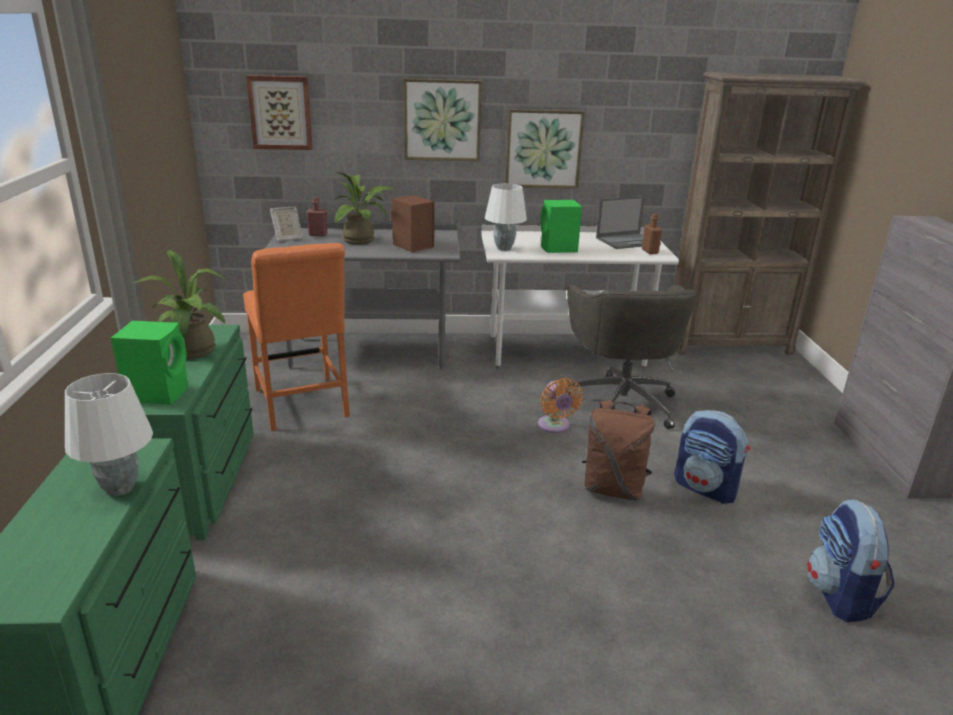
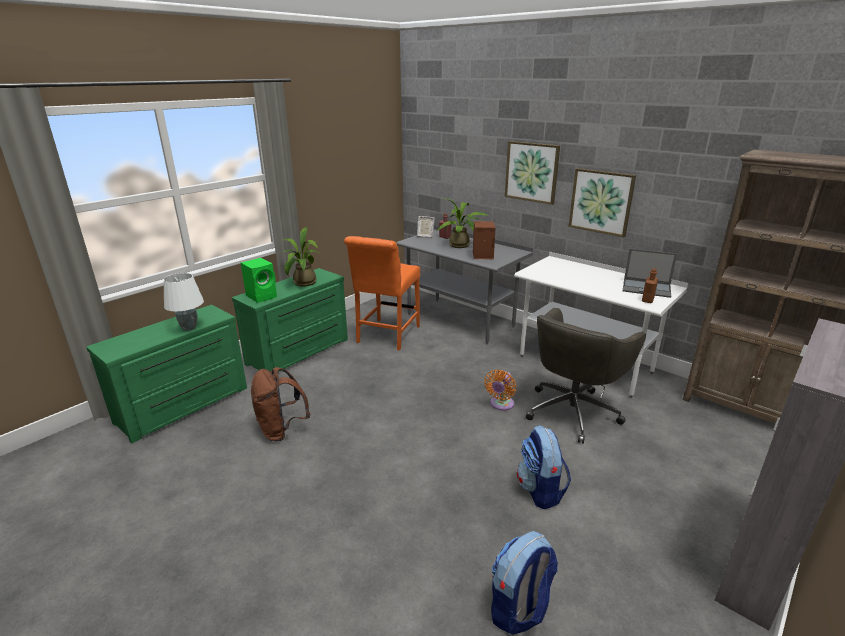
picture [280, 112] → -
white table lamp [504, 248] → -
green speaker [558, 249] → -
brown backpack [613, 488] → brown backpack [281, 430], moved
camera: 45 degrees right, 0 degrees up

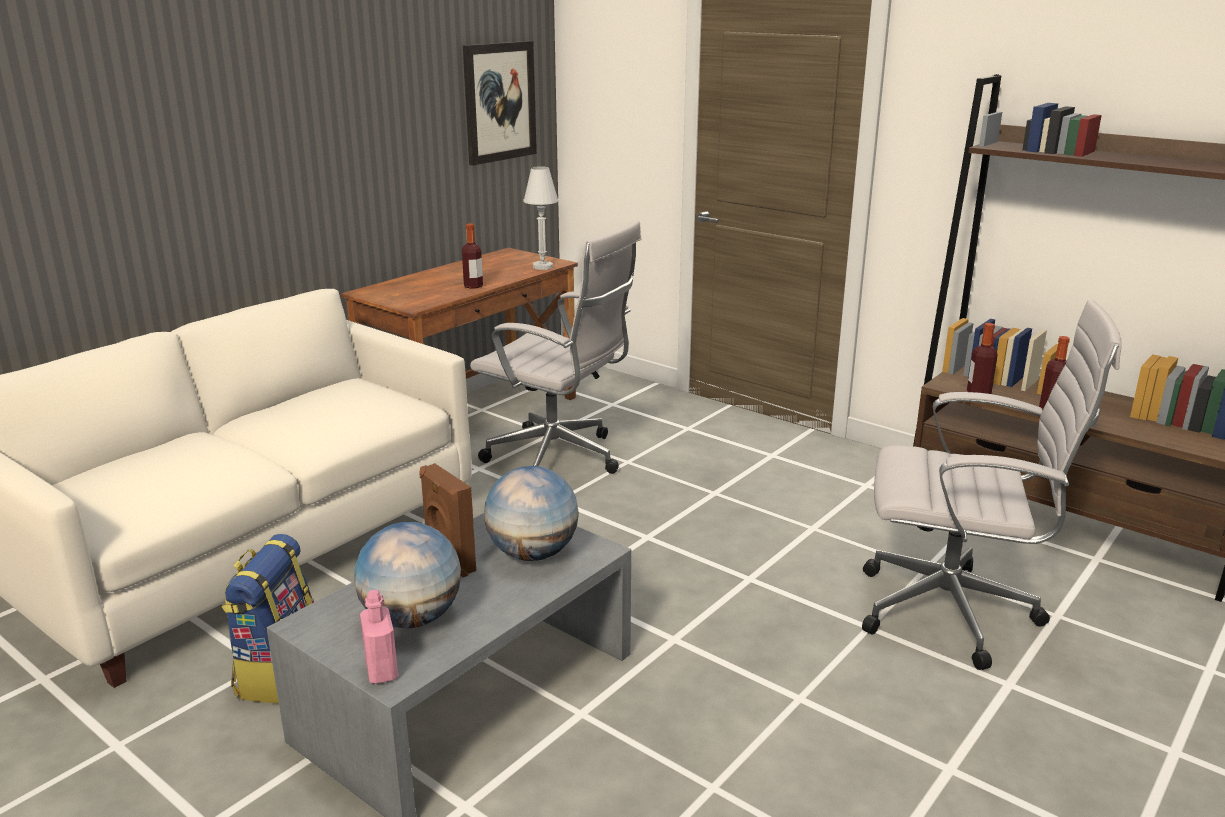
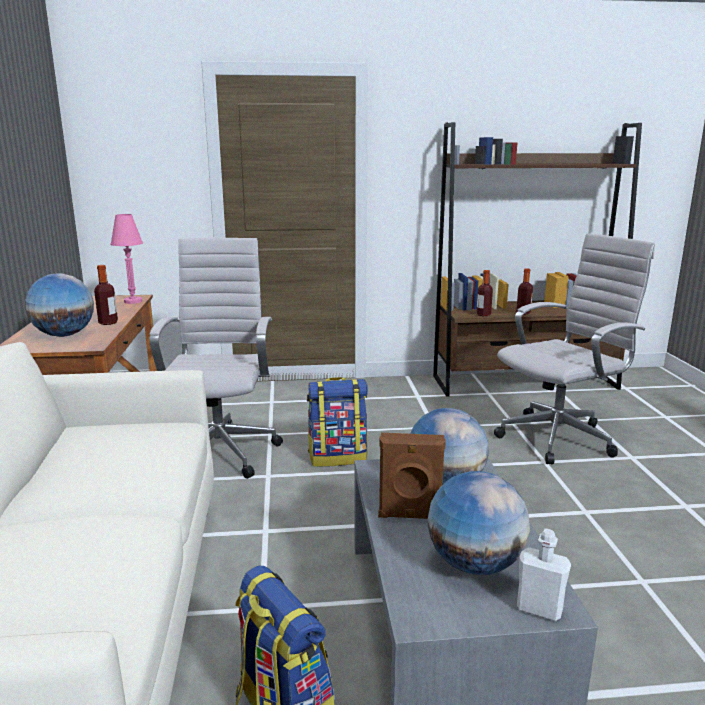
pink bottle [382, 671] → white bottle [539, 609]
picture [499, 102] → -
white office chair [559, 459] → white office chair [221, 450], 75 degrees counterclockwise
white table lamp [542, 267] → pink table lamp [133, 301]
- → globe [64, 335]
- → backpack [338, 457]
camera: 45 degrees left, 5 degrees down

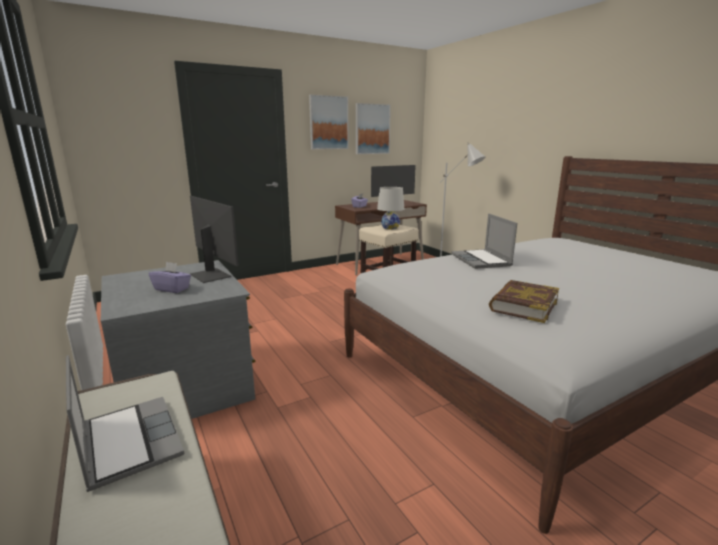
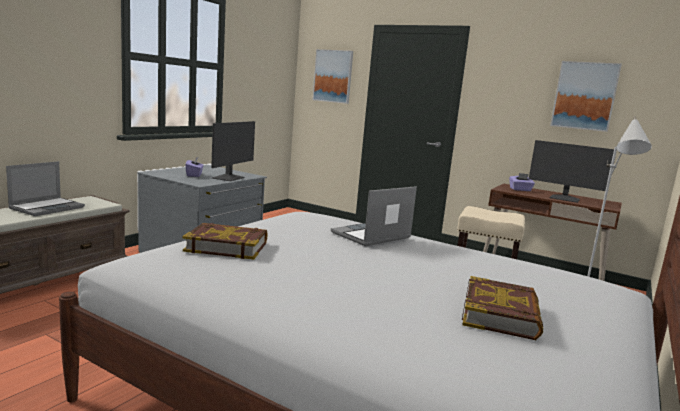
picture [328, 122] → picture [333, 76], moved
white table lamp [390, 228] → -
- → book [501, 314]
camera: 60 degrees right, 5 degrees down

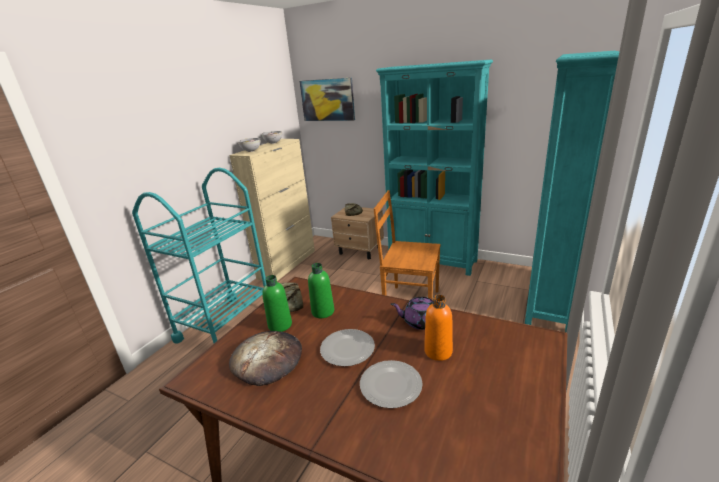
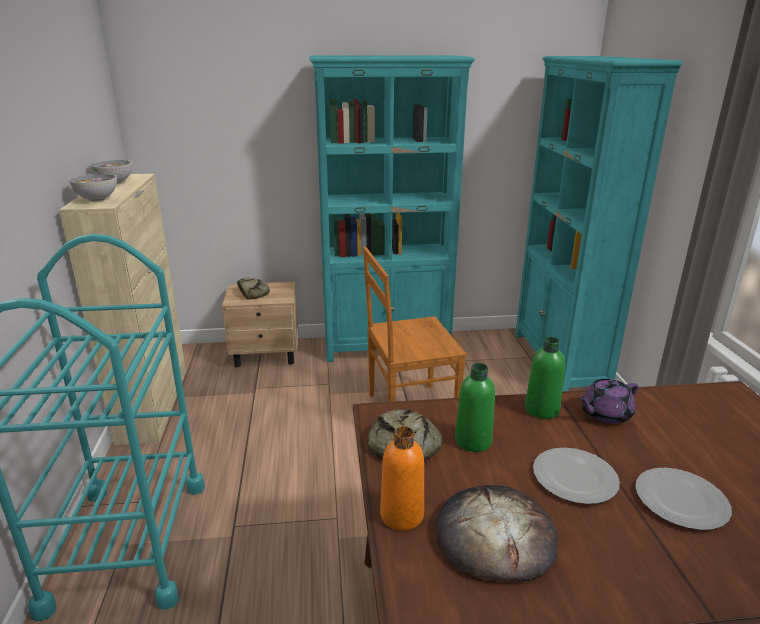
green bottle [280, 325] → green bottle [541, 410], moved
picture [327, 100] → -
orange bottle [438, 351] → orange bottle [402, 515], moved
camera: 35 degrees left, 0 degrees up

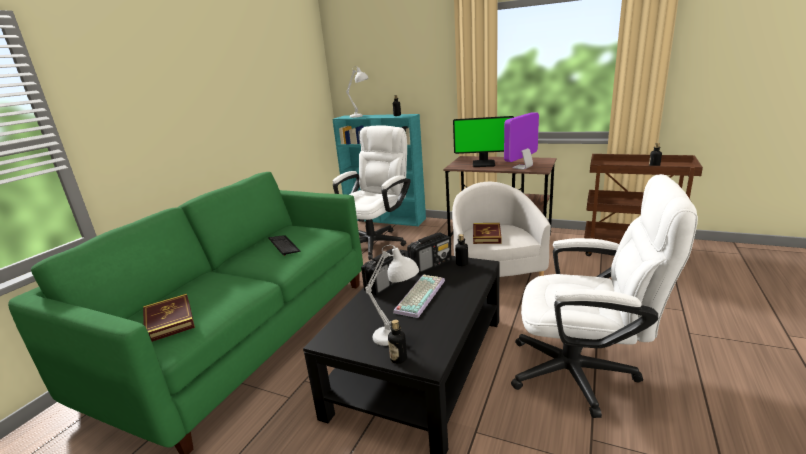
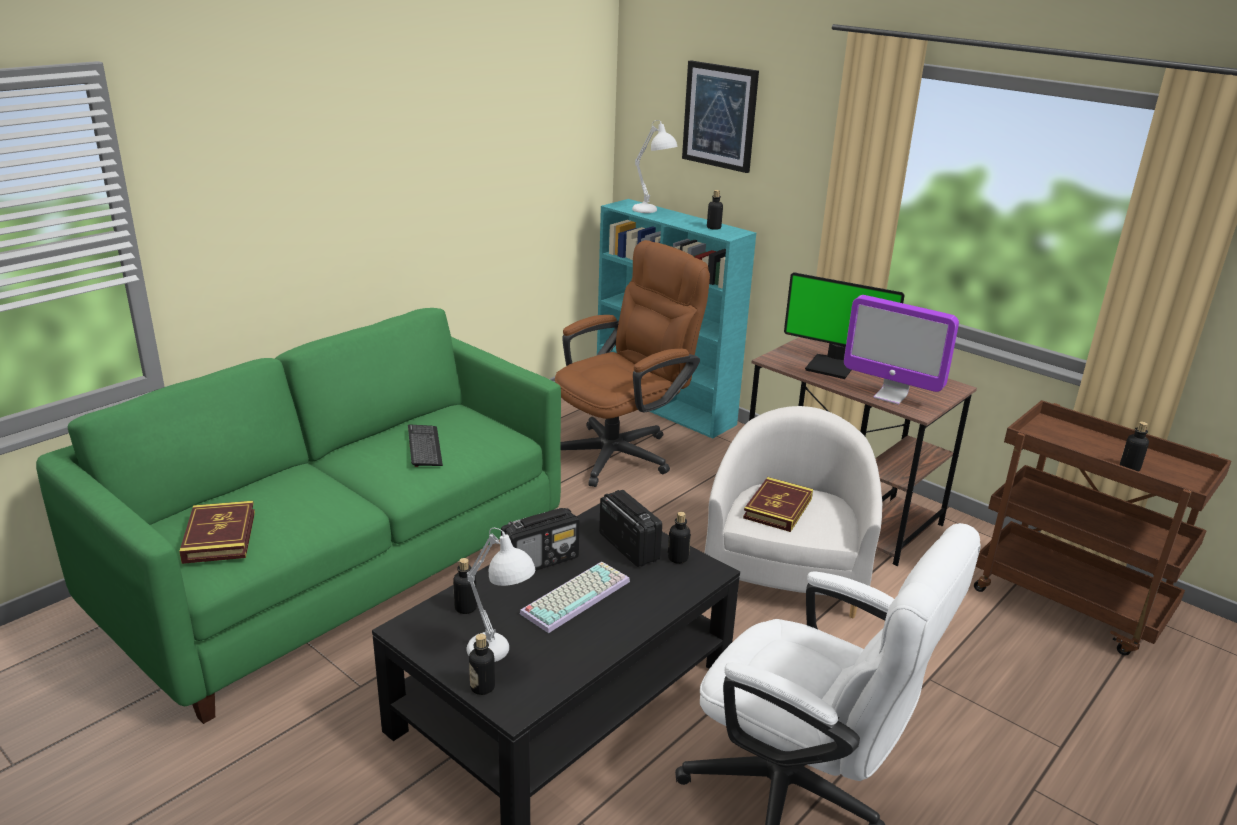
white office chair [376, 241] → brown office chair [622, 451]
radio [431, 265] → radio [628, 546], 105 degrees counterclockwise
monitor [522, 167] → monitor [890, 396], 120 degrees counterclockwise
- → bottle [465, 608]
- → picture [720, 116]
camera: 15 degrees right, 5 degrees up

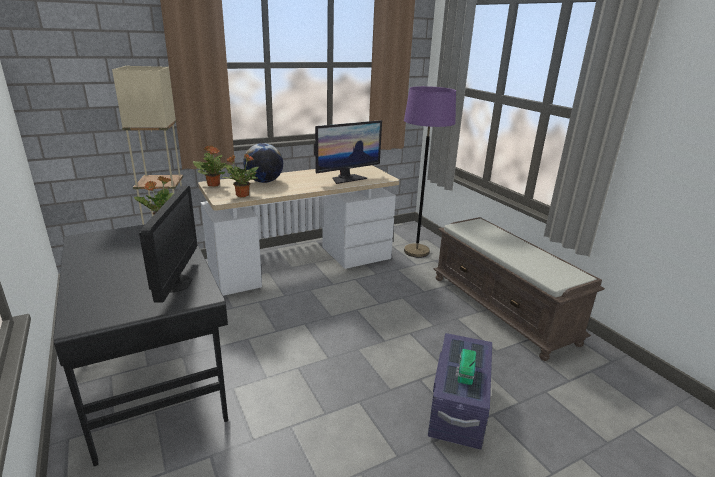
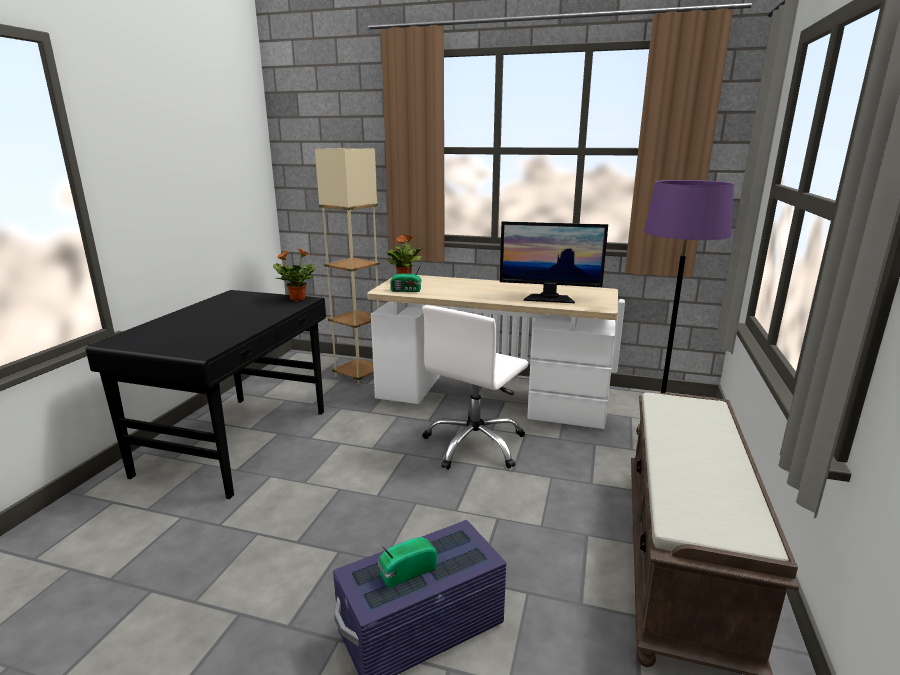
monitor [176, 283] → -
potted plant [242, 195] → radio [407, 290]
globe [264, 181] → -
- → white office chair [475, 445]
camera: 45 degrees right, 5 degrees down

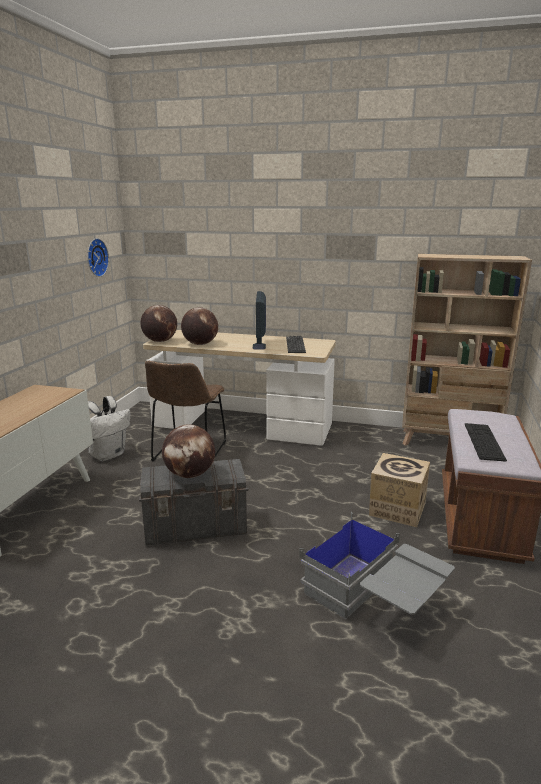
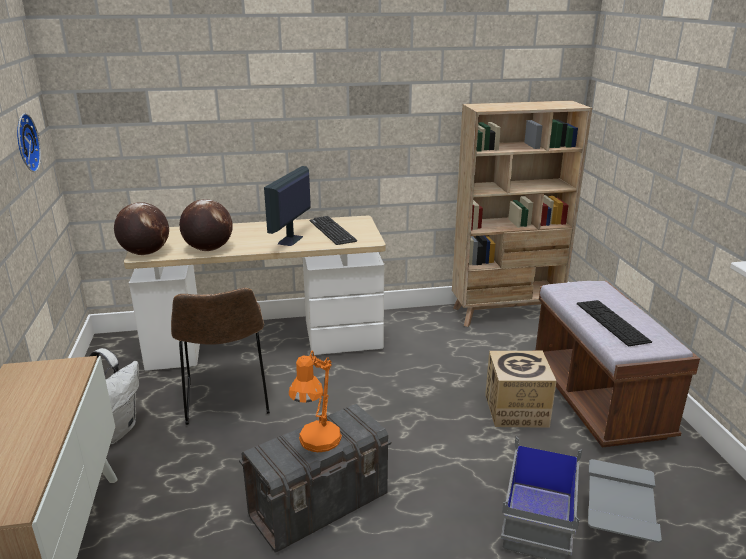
globe [190, 475] → orange table lamp [317, 444]
monitor [259, 346] → monitor [290, 240], 45 degrees clockwise
camera: 25 degrees left, 5 degrees up

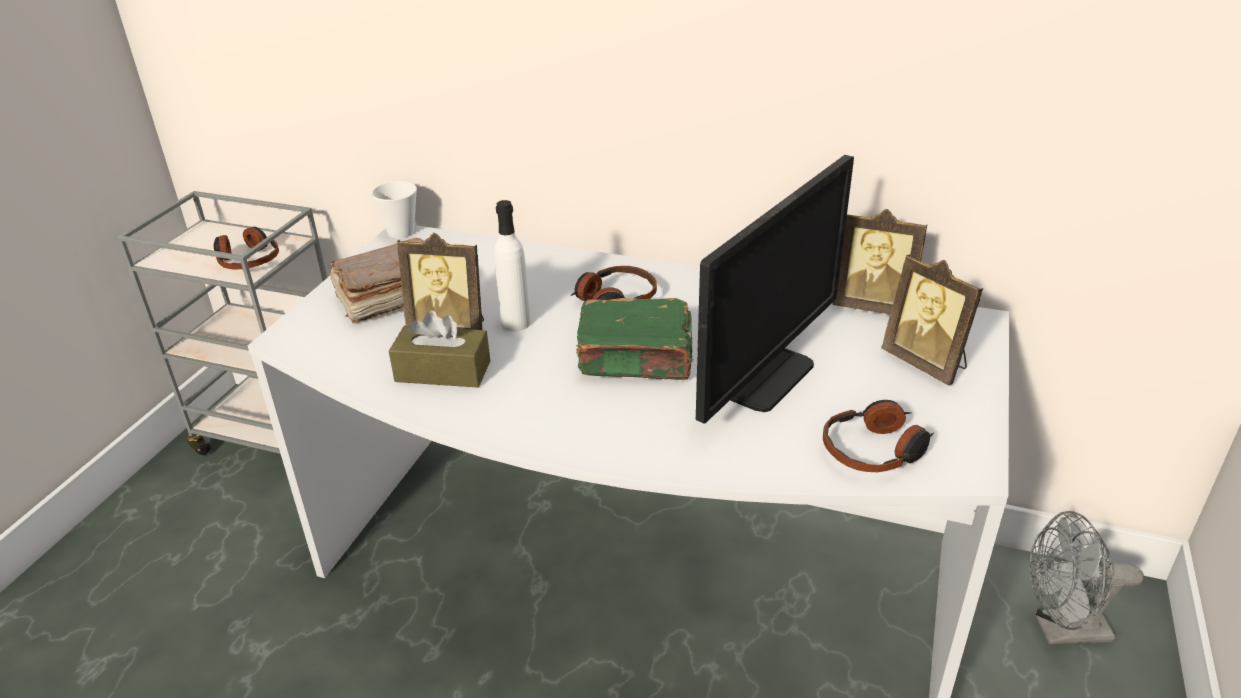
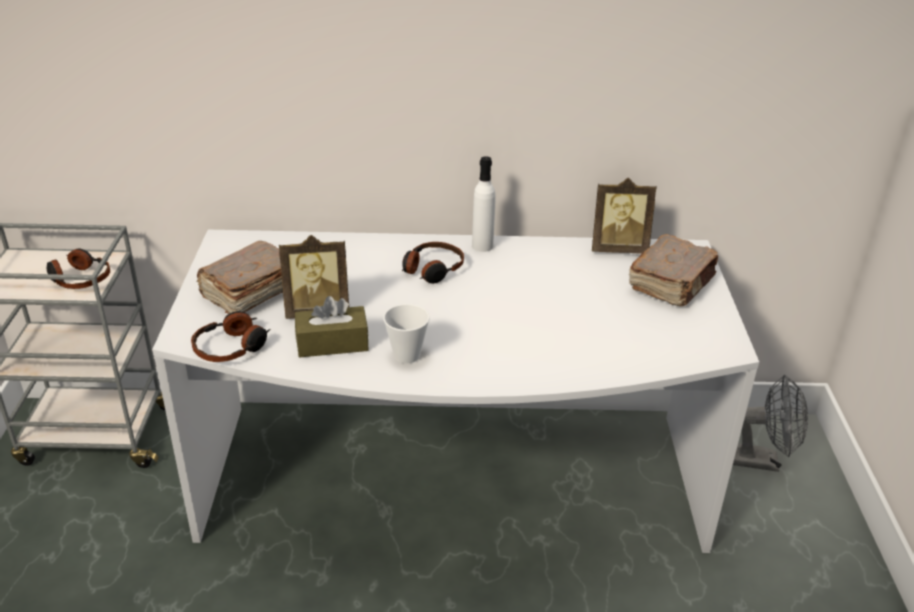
cup [401, 232] → cup [407, 355], moved
white bottle [516, 323] → white bottle [482, 246], moved
green book [637, 358] → -
monitor [762, 376] → -
headphones [875, 450] → headphones [232, 347], moved
picture frame [926, 363] → brown book [672, 284]
grey fan [1061, 630] → grey fan [762, 460], 150 degrees counterclockwise
camera: 20 degrees left, 0 degrees up

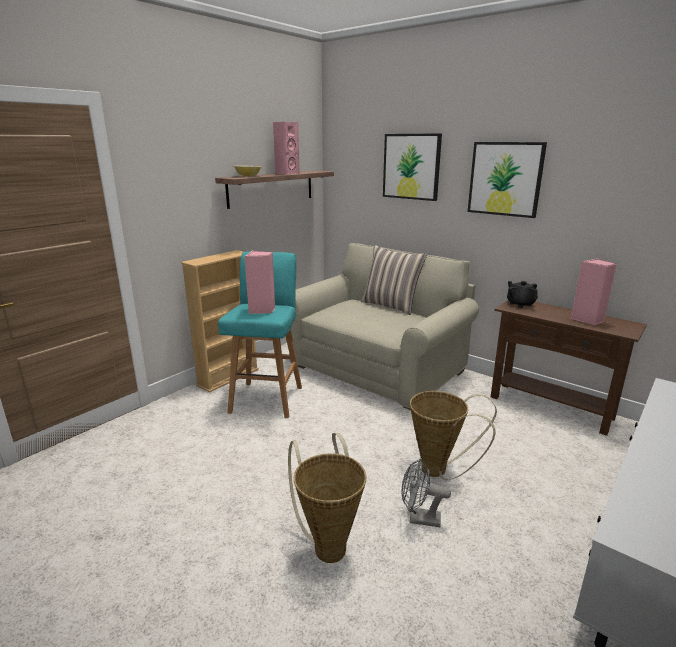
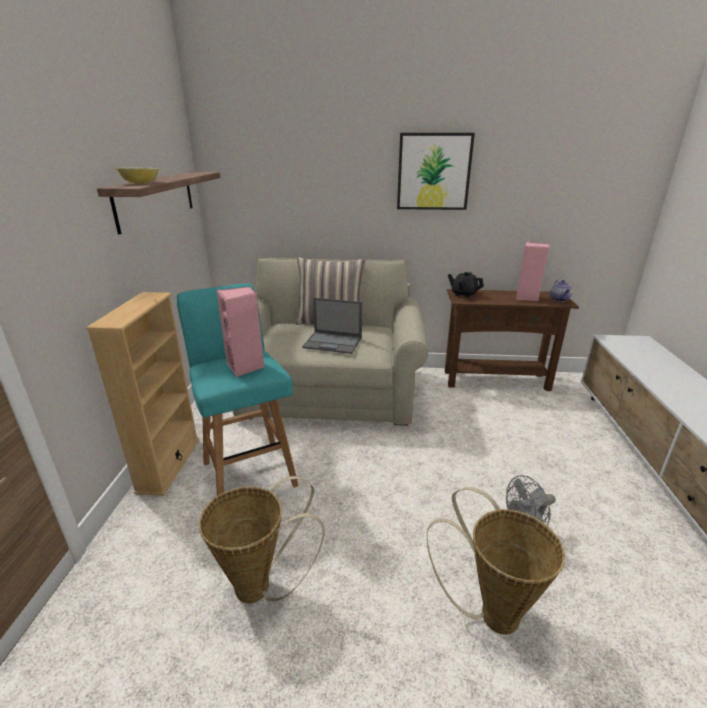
pink speaker [286, 173] → -
picture [411, 166] → -
basket [440, 471] → basket [262, 587], moved
- → laptop [333, 343]
- → teapot [560, 299]
camera: 35 degrees left, 5 degrees up

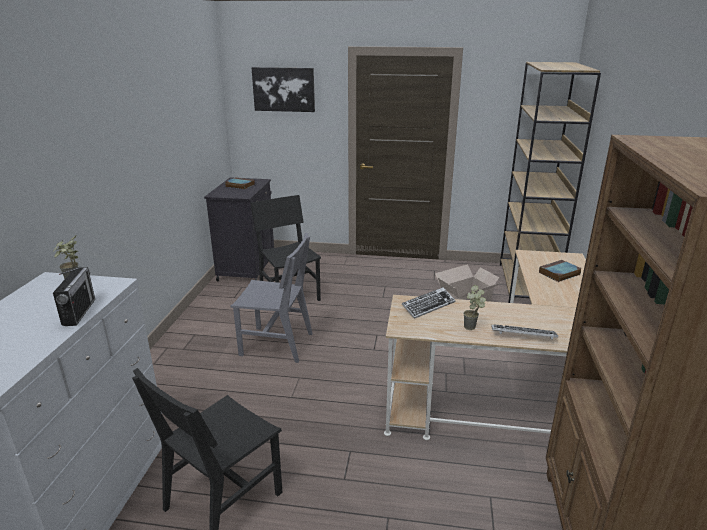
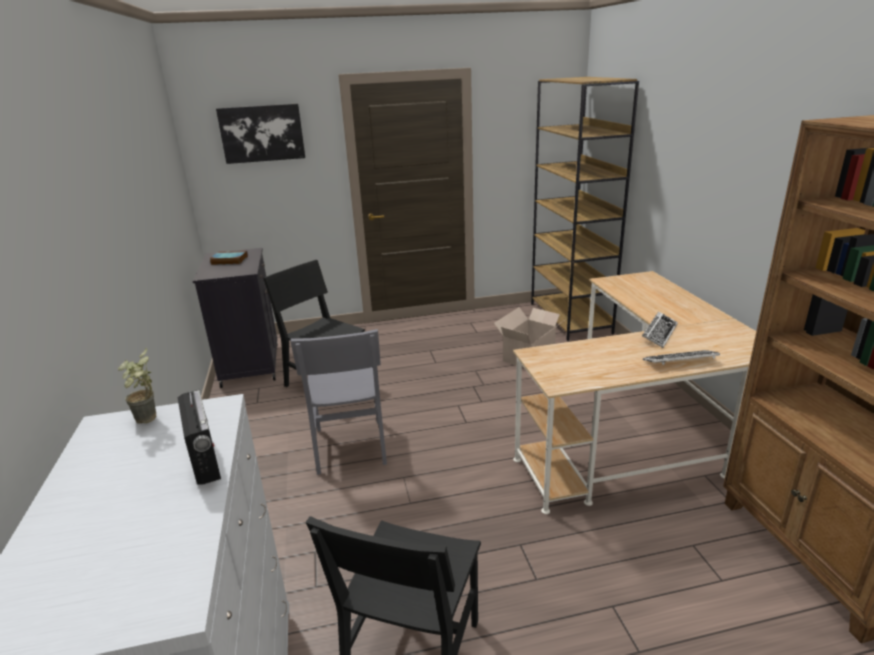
grey chair [276, 344] → grey chair [350, 445], 90 degrees clockwise
keyboard [428, 306] → keyboard [659, 333], moved
potted plant [473, 328] → -
book [559, 274] → -
camera: 20 degrees left, 0 degrees up

